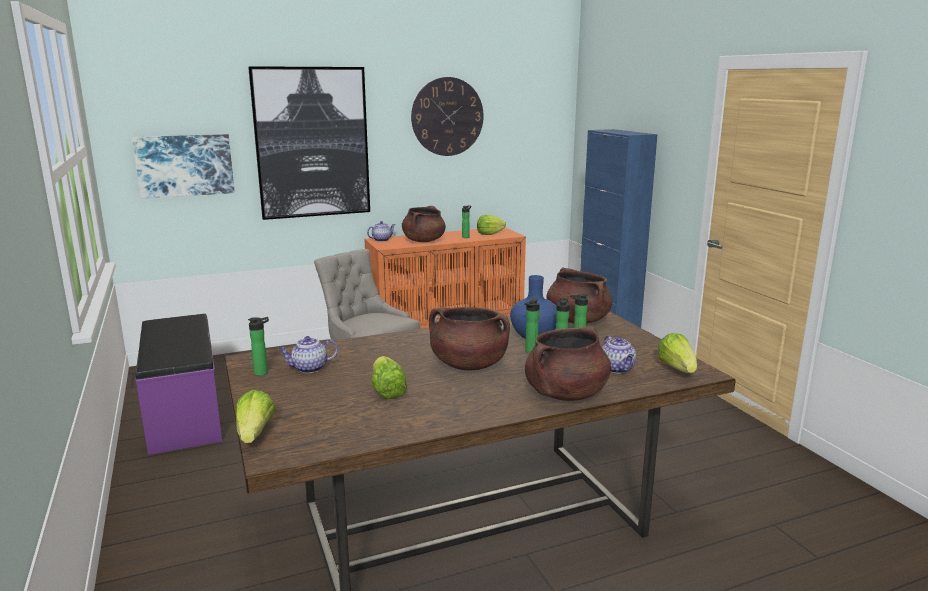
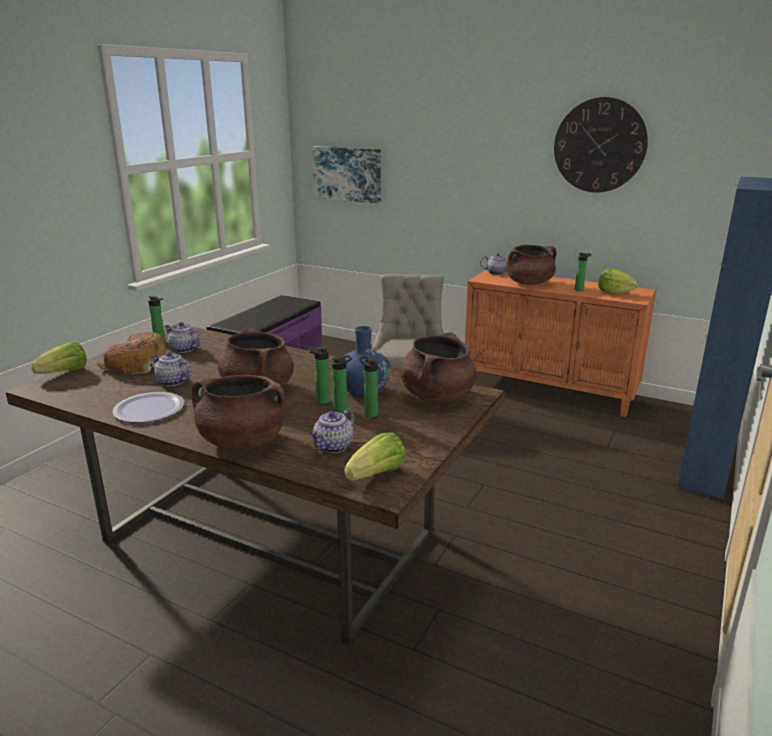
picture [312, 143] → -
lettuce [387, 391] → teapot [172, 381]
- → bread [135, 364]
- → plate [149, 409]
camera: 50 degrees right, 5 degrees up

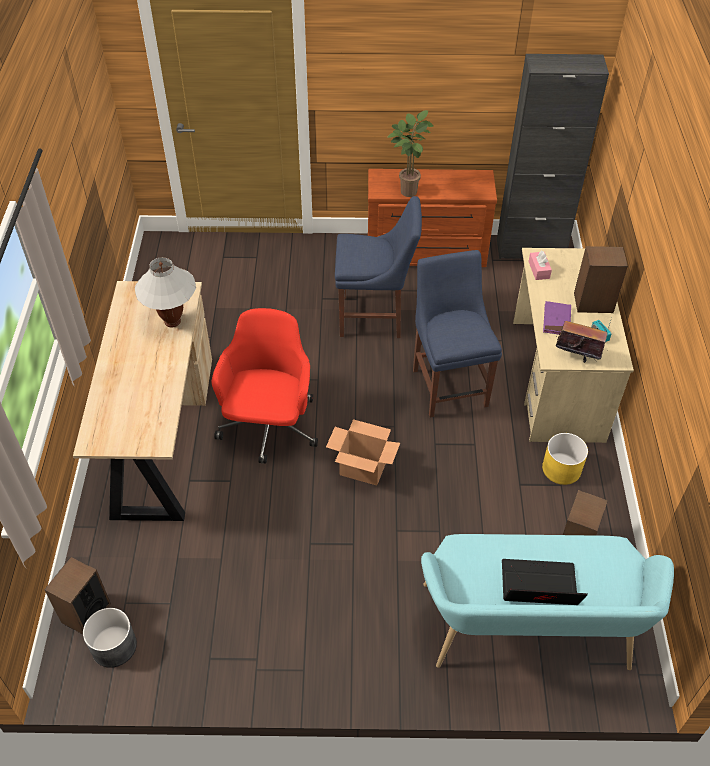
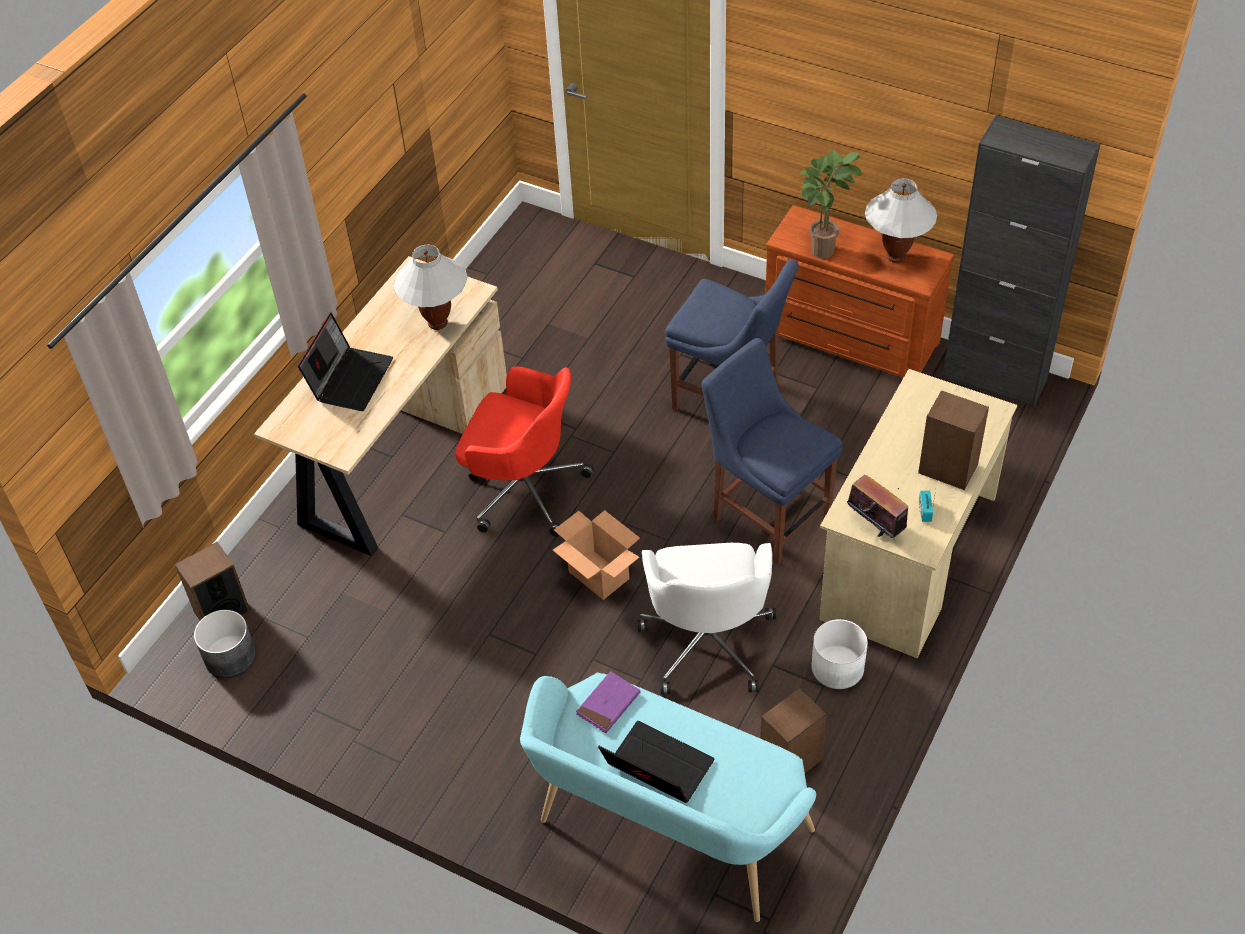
red office chair [269, 428] → red office chair [524, 488], 75 degrees clockwise
blue chair [449, 384] → blue chair [767, 514], 60 degrees counterclockwise
pink tissue box [539, 270] → -
yellow planter [561, 469] → white planter [837, 667]
purple book [556, 320] → purple book [608, 704], moved
- → laptop [350, 378]
- → white office chair [708, 641]
- → white table lamp [895, 256]
camera: 30 degrees right, 0 degrees up

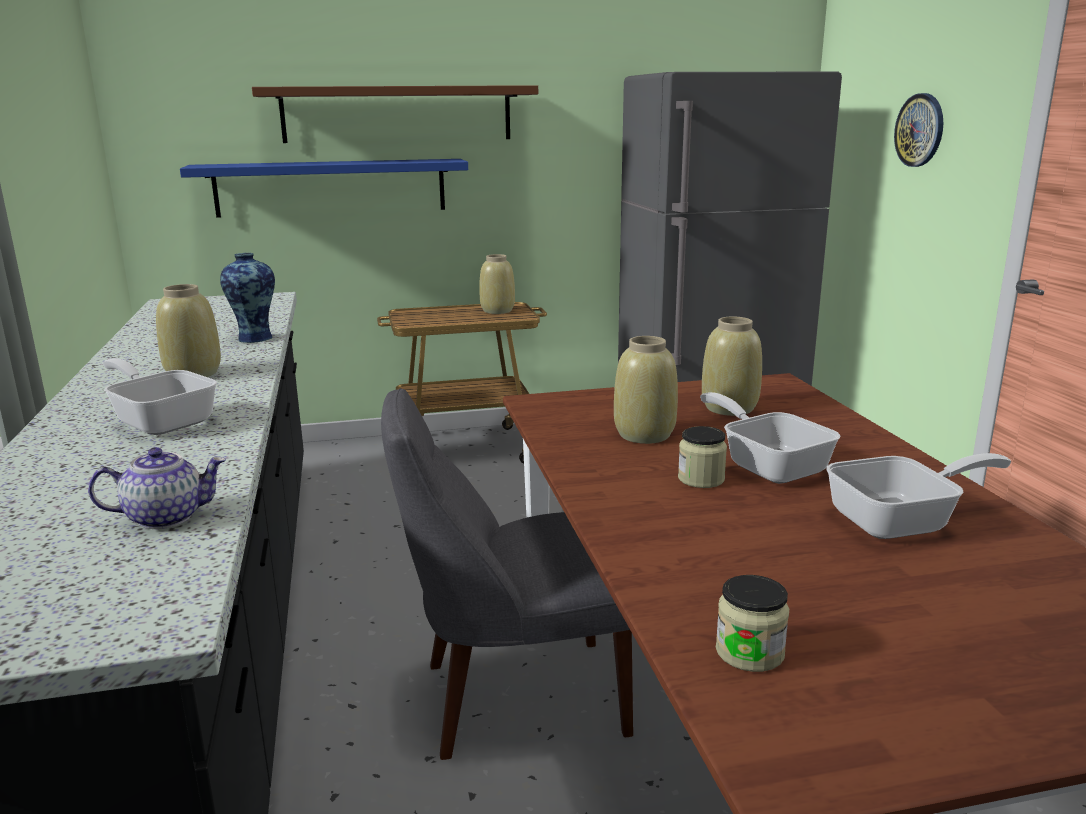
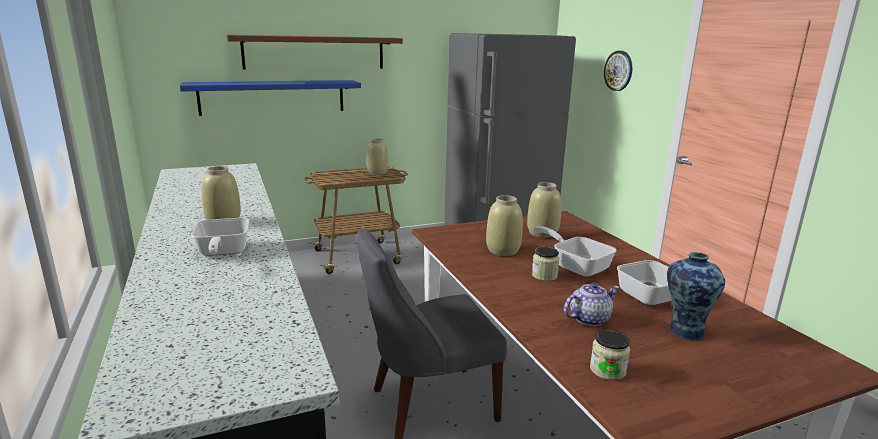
teapot [166, 517] → teapot [589, 318], moved
frying pan [161, 420] → frying pan [222, 252], 135 degrees counterclockwise
vase [255, 338] → vase [684, 330], moved
camera: 10 degrees left, 0 degrees up

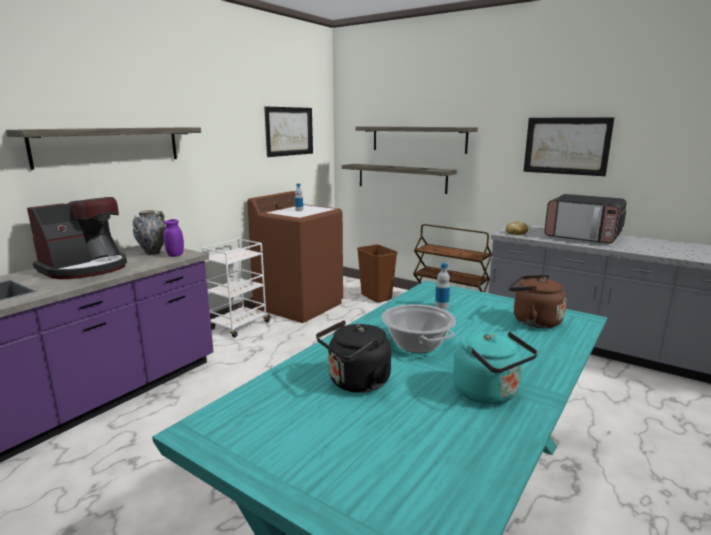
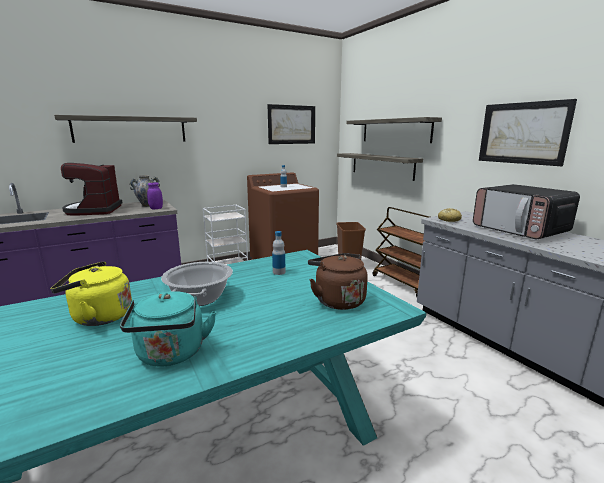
coffee machine [85, 268] → coffee machine [94, 210], 105 degrees clockwise
black kettle [356, 383] → yellow kettle [98, 317]
camera: 25 degrees right, 0 degrees up

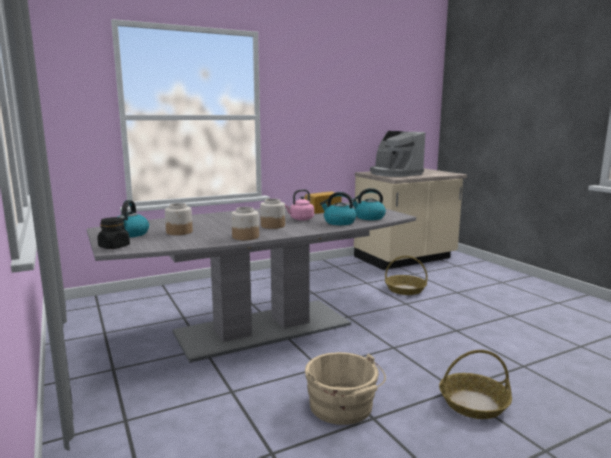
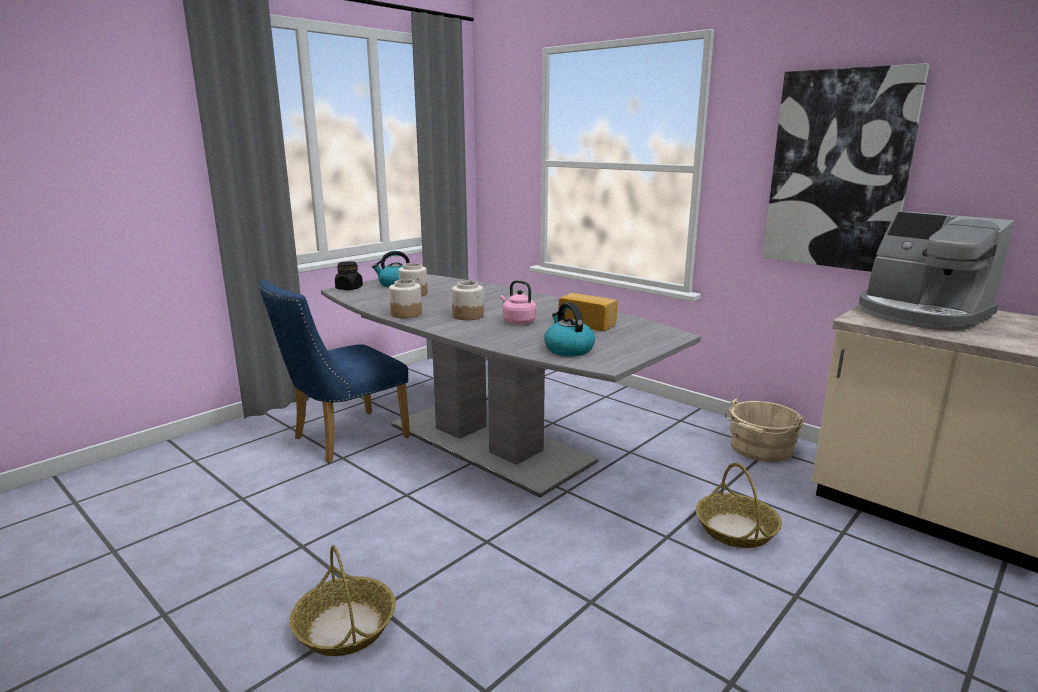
beige bucket [343, 407] → beige bucket [760, 449], moved
kettle [339, 222] → -
coffee machine [394, 174] → coffee machine [920, 314], 75 degrees counterclockwise
- → blue chair [343, 439]
- → picture [838, 170]
camera: 70 degrees right, 5 degrees up

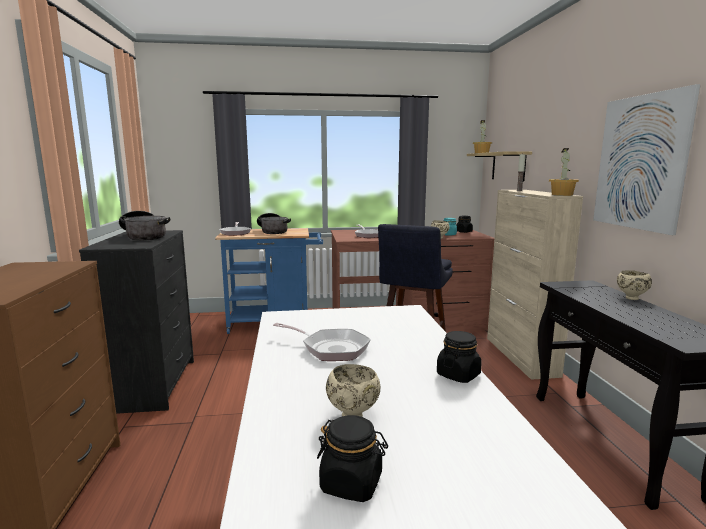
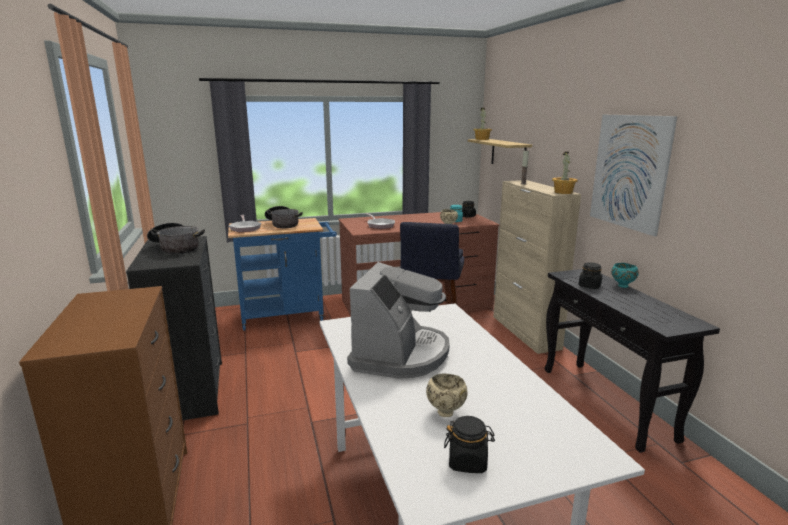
frying pan [331, 348] → coffee machine [400, 354]
black jar [458, 375] → black jar [589, 286], moved
beige bowl [630, 298] → turquoise bowl [622, 286]
camera: 10 degrees left, 5 degrees up

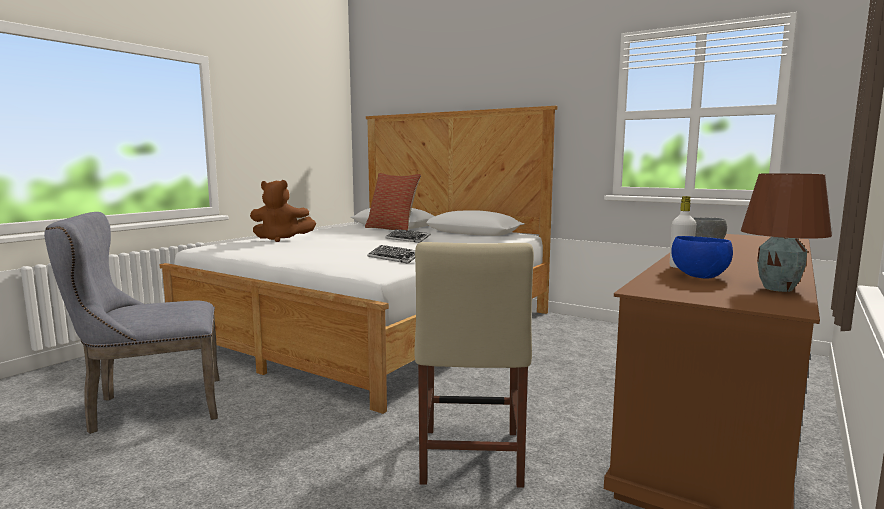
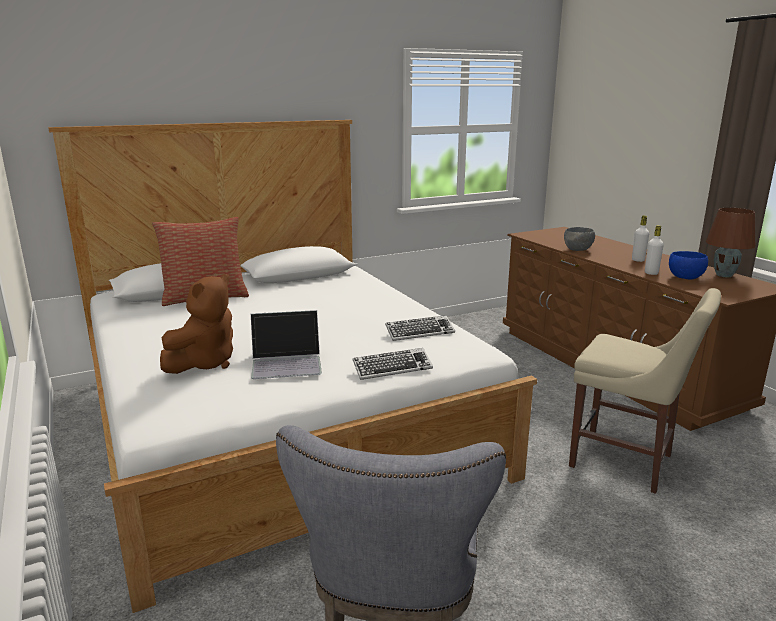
keyboard [408, 239] → keyboard [392, 368], moved
- → laptop [287, 362]
- → white bottle [638, 260]
camera: 60 degrees left, 10 degrees up

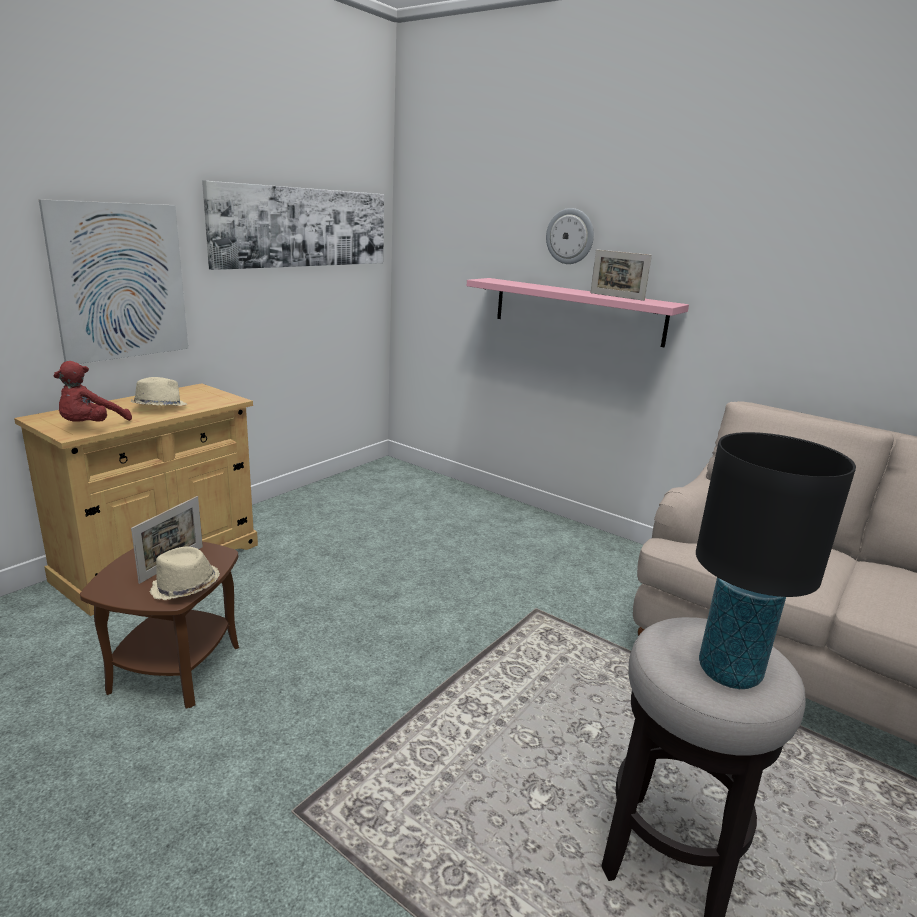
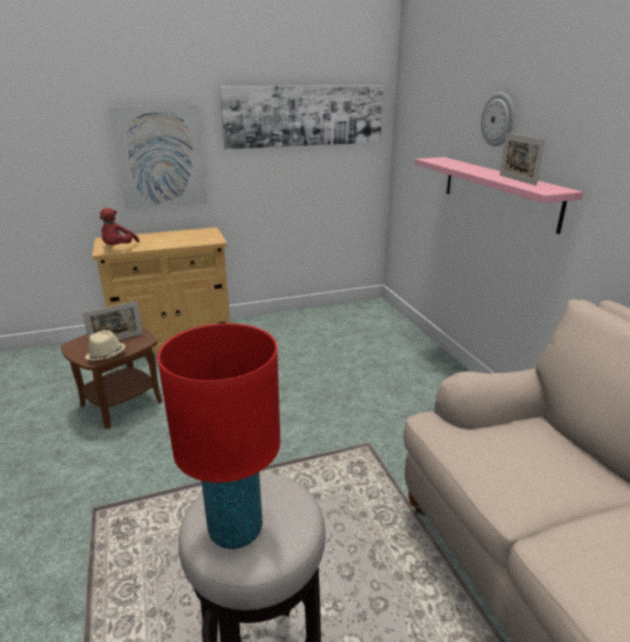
red plush toy [91, 427] → red plush toy [118, 248], 45 degrees counterclockwise
beige hat [159, 407] → -
black table lamp [729, 672] → red table lamp [236, 530]
camera: 35 degrees right, 5 degrees up

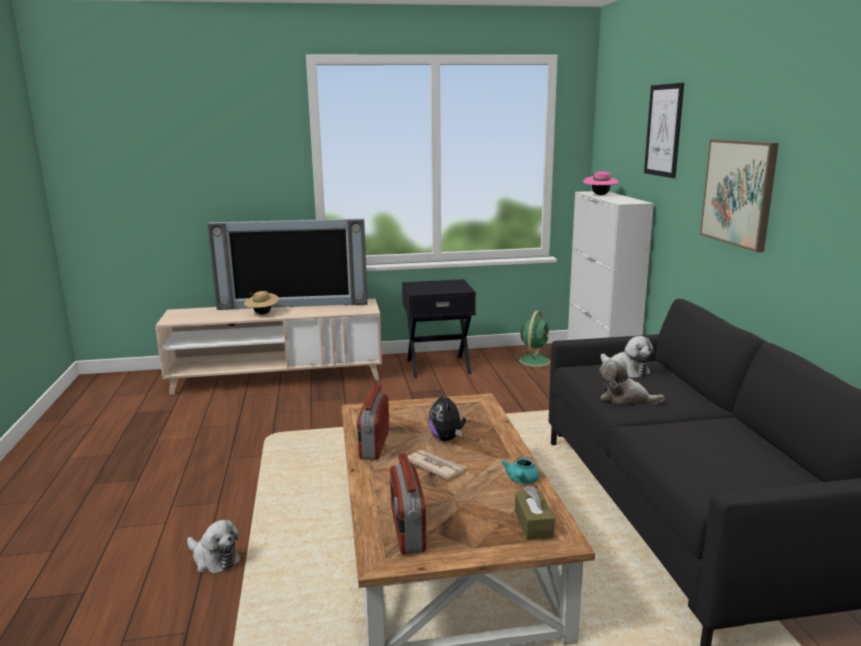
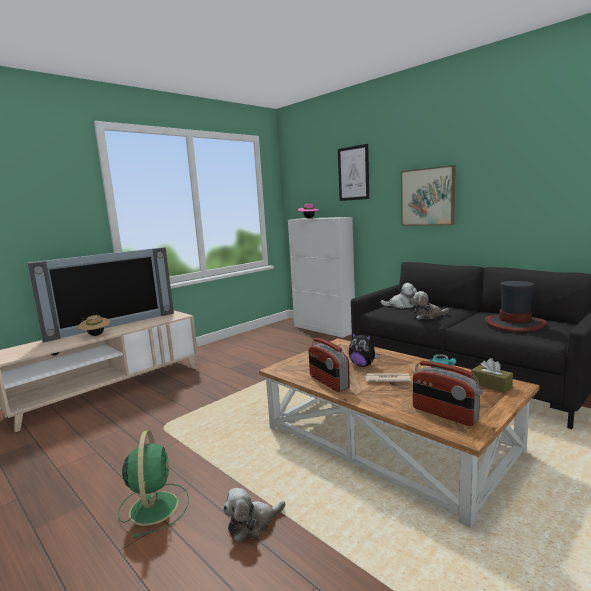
plush toy [214, 559] → plush toy [253, 524], 150 degrees clockwise
black nightstand [438, 366] → -
green fan [535, 360] → green fan [154, 506], moved
- → hat [514, 324]
camera: 35 degrees left, 5 degrees down

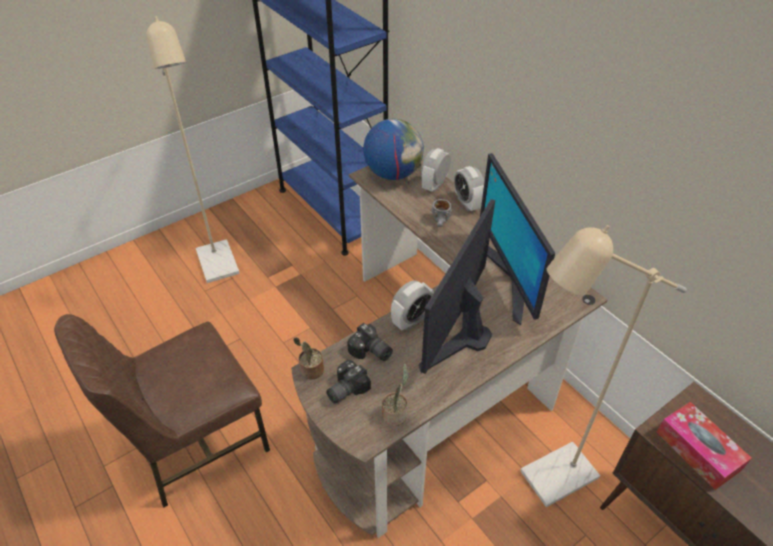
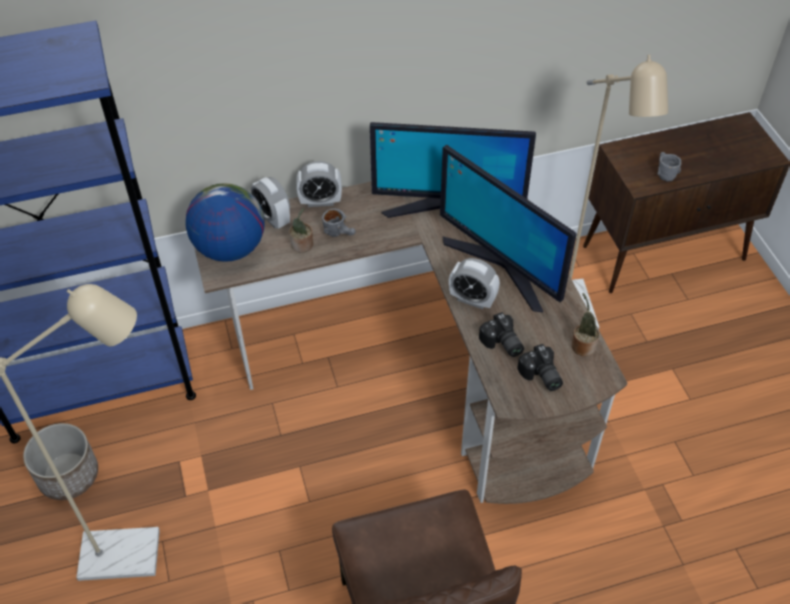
potted plant [310, 371] → potted plant [302, 245], moved
photo camera [370, 352] → photo camera [501, 344], 90 degrees clockwise
alarm clock [412, 320] → alarm clock [472, 299], 135 degrees clockwise
tissue box [697, 451] → grey mug [663, 172]
- → planter [68, 475]
camera: 70 degrees left, 5 degrees up

